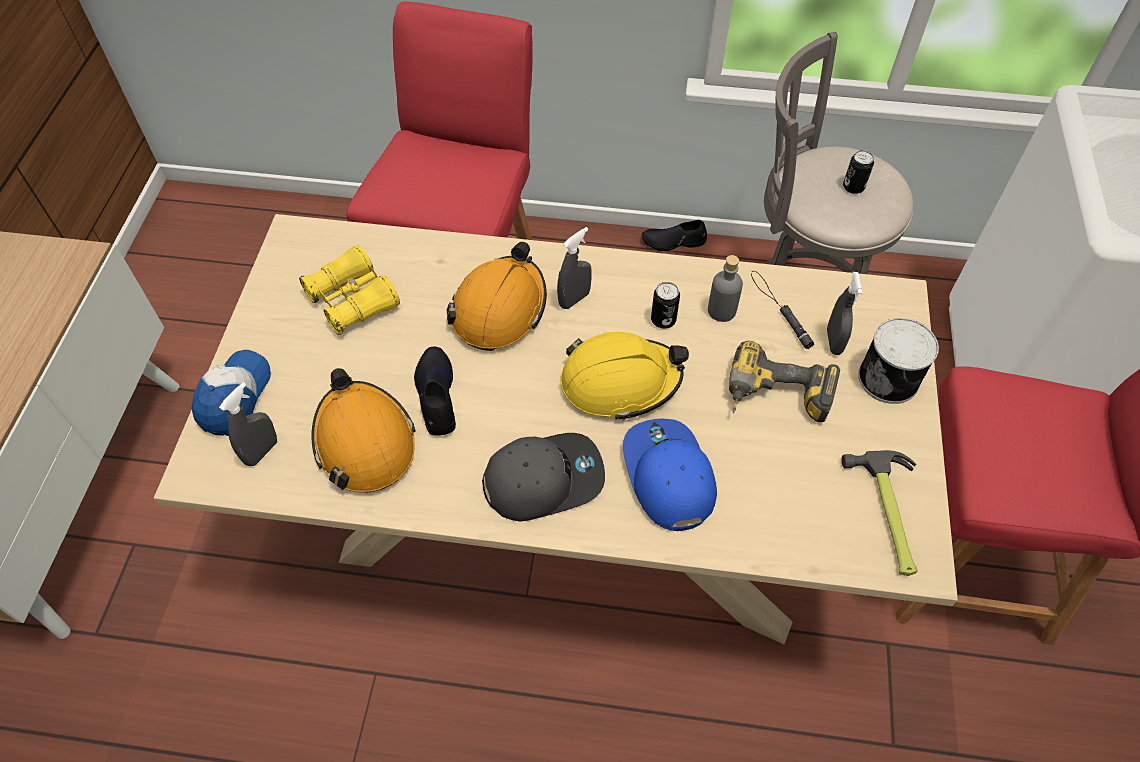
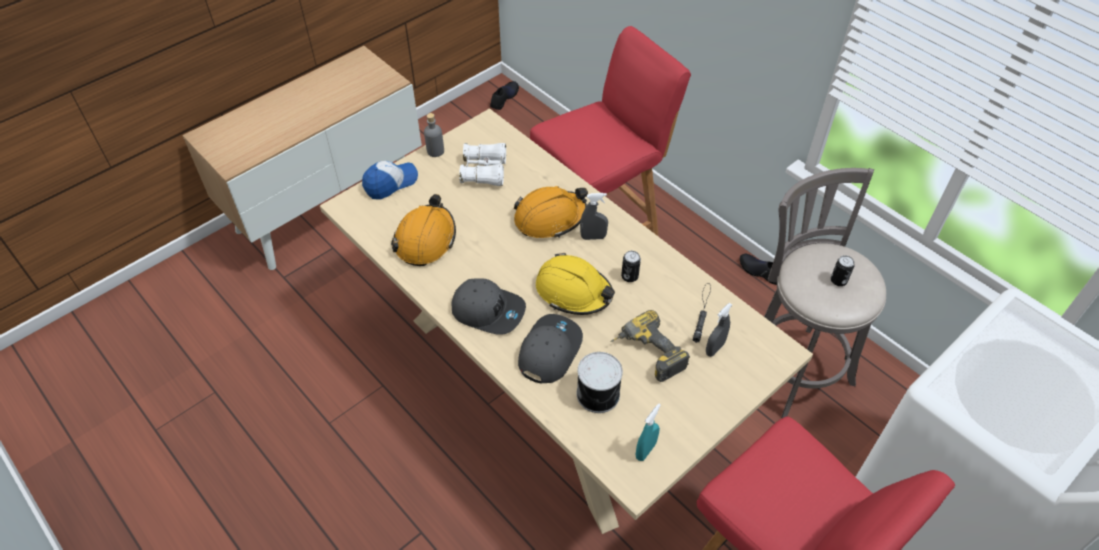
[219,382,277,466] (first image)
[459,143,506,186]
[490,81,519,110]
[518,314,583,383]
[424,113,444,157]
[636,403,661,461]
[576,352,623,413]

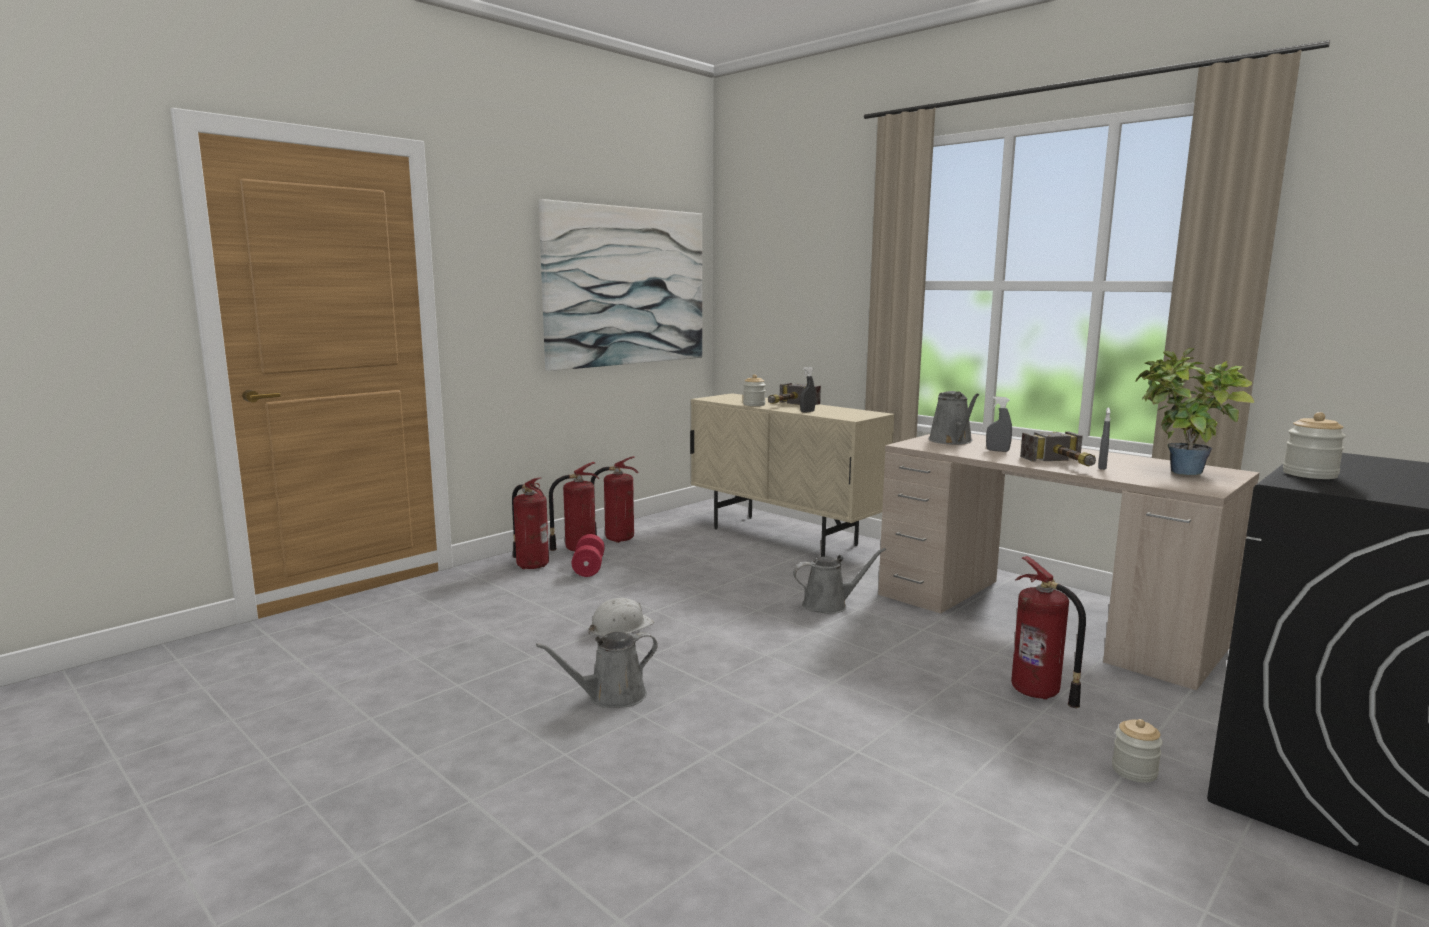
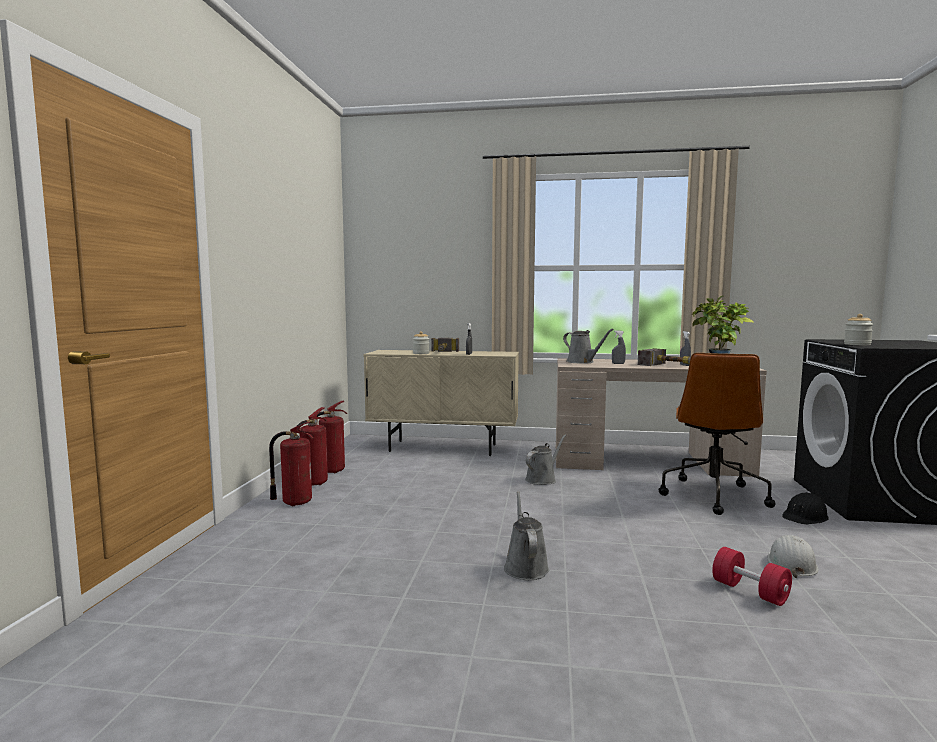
[504,491,549,580]
[538,199,702,371] (first image)
[712,547,792,606]
[767,535,819,578]
[658,353,776,515]
[782,492,829,525]

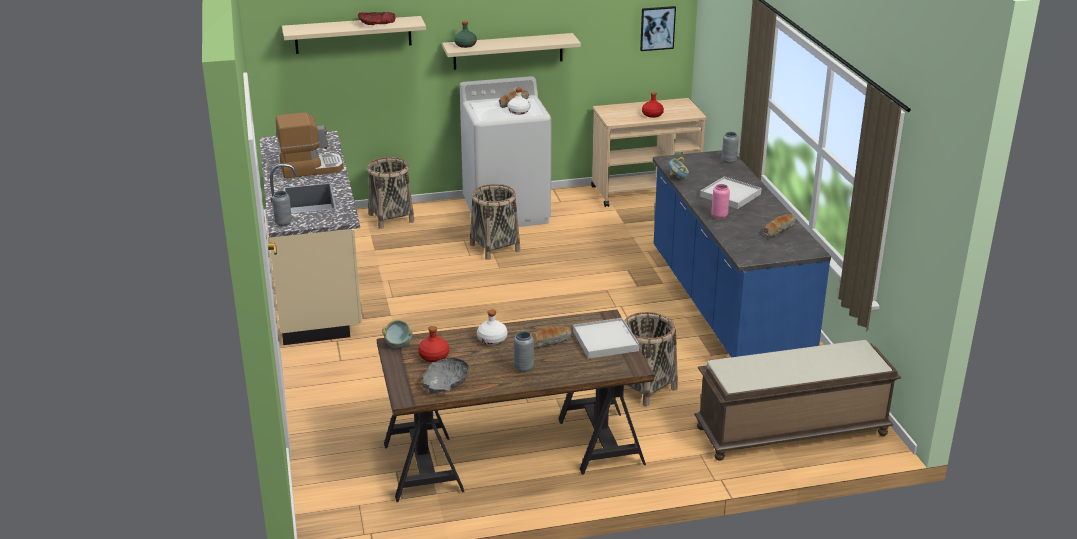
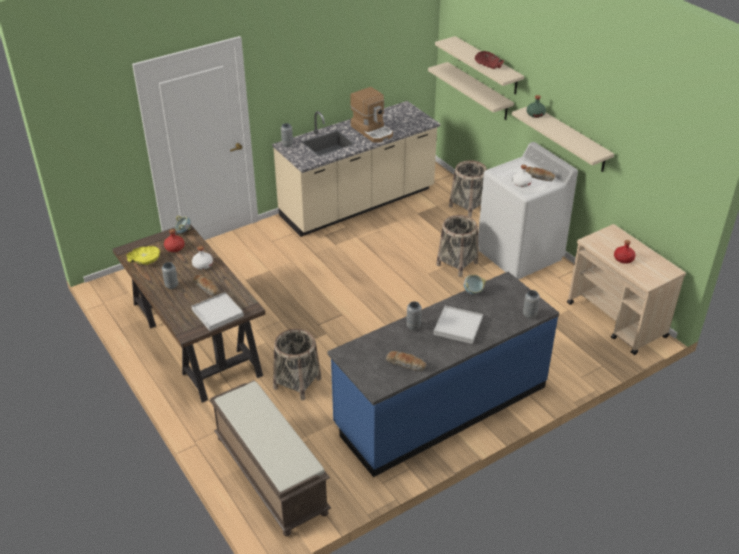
[127,246,160,265]
[640,6,676,51] (first image)
[406,301,422,330]
[428,62,514,120]

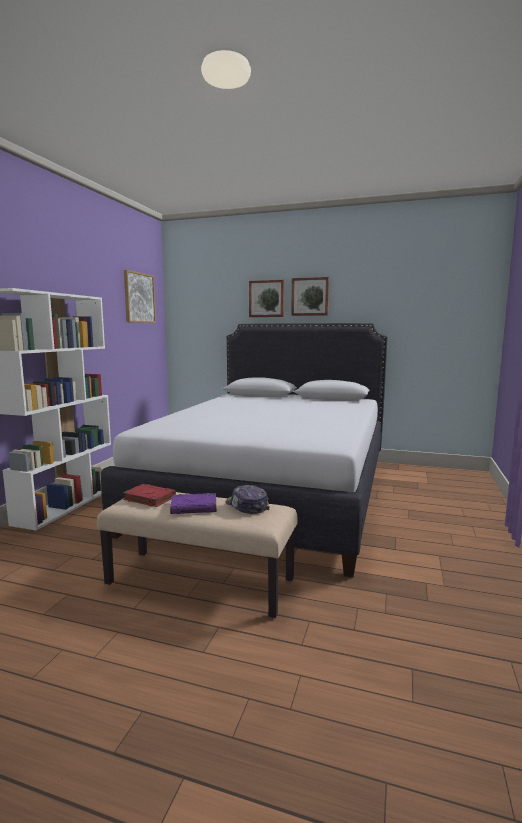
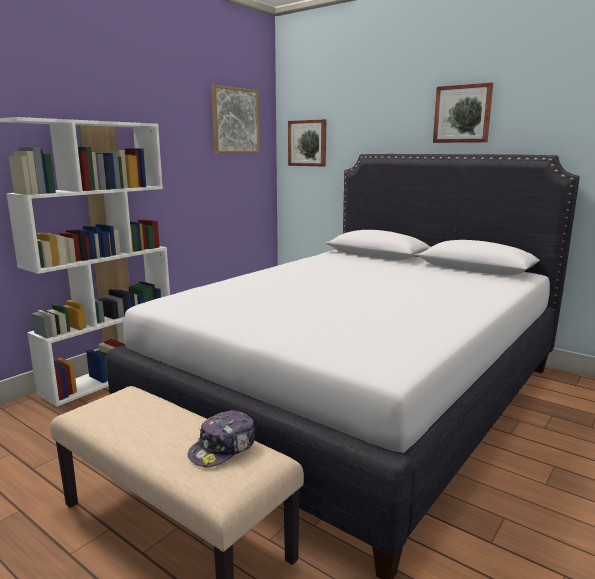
[123,484,176,507] (first image)
[170,493,216,514] (first image)
[188,410,255,467]
[288,119,326,166]

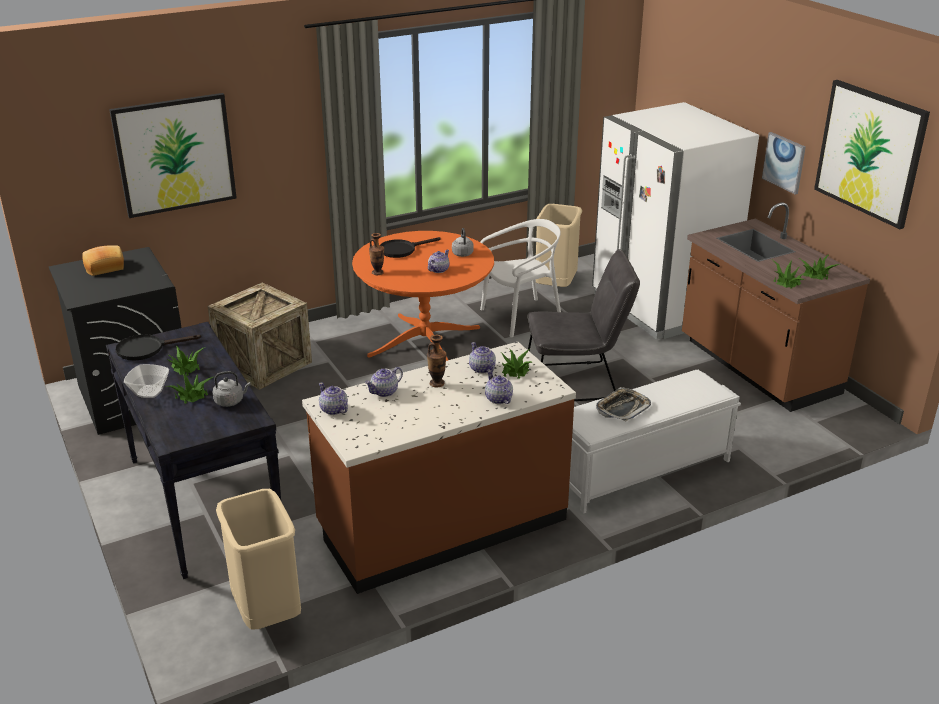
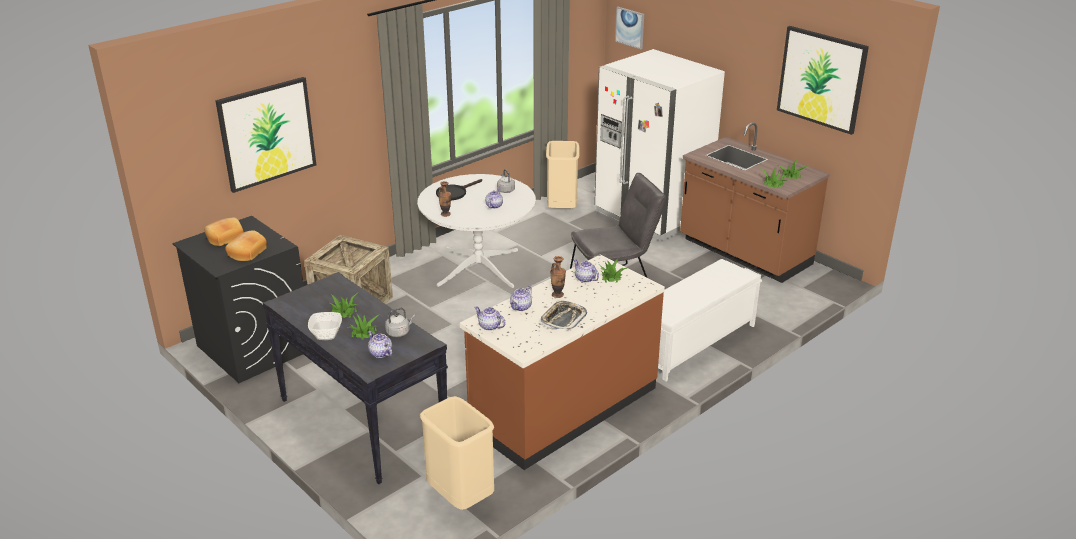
[115,334,201,361] (first image)
[417,174,536,288]
[480,219,561,338] (first image)
[368,331,392,358]
[541,301,587,331]
[615,7,644,49]
[225,230,267,261]

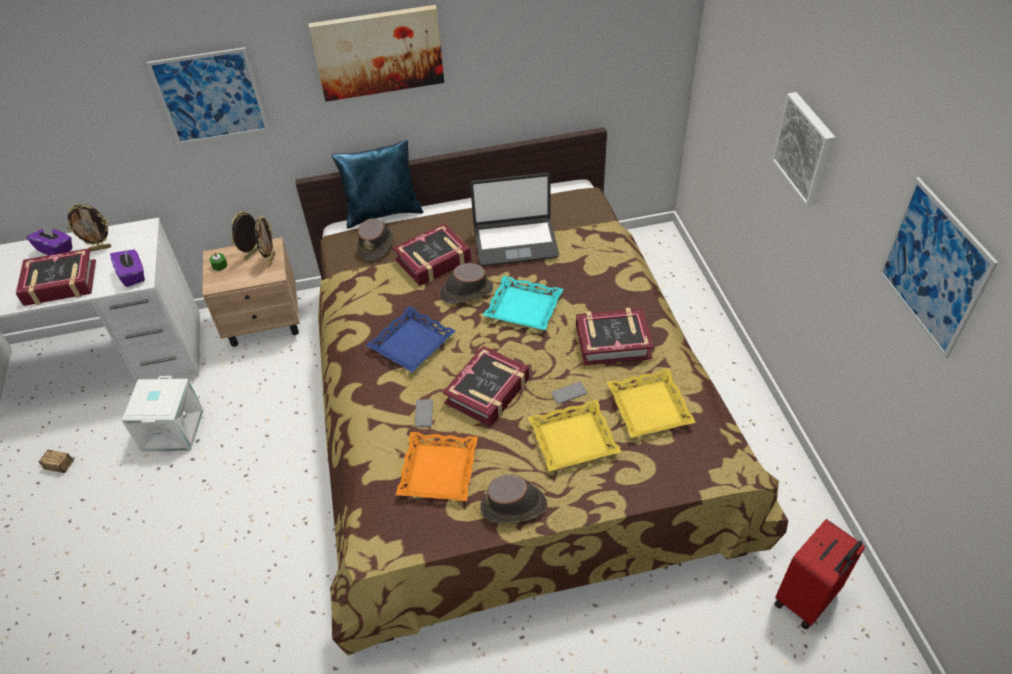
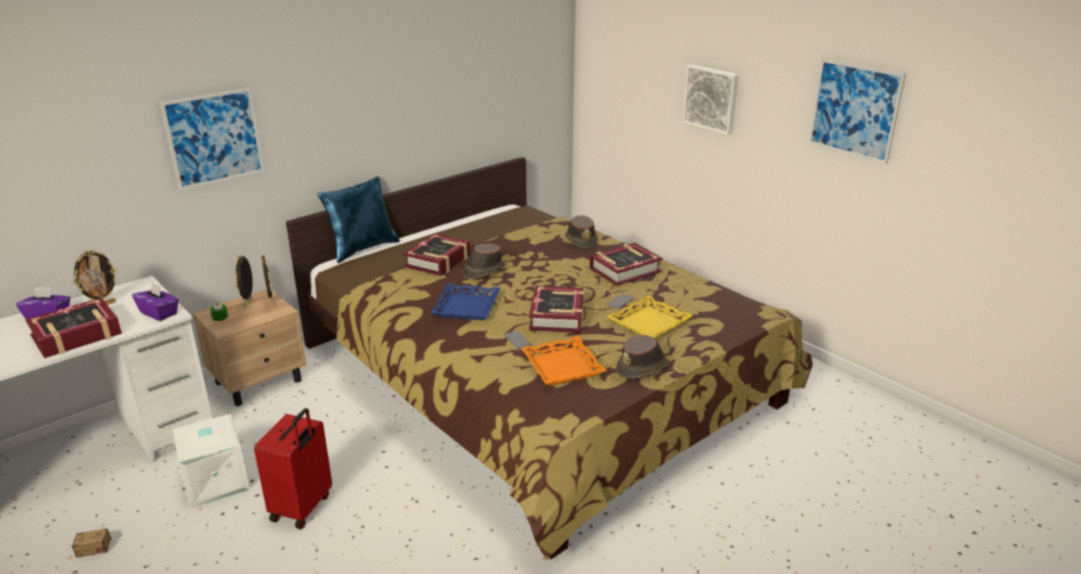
[308,5,444,102] (first image)
[565,215,598,249]
[470,173,559,266] (first image)
[483,276,563,330] (first image)
[607,368,696,438] (first image)
[254,408,332,529]

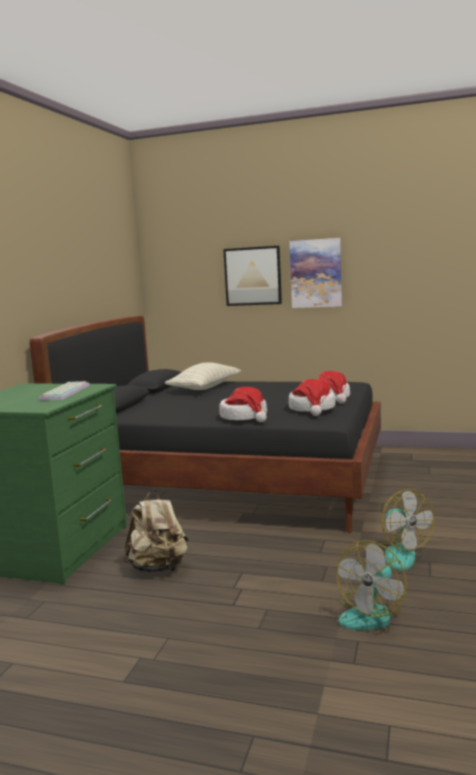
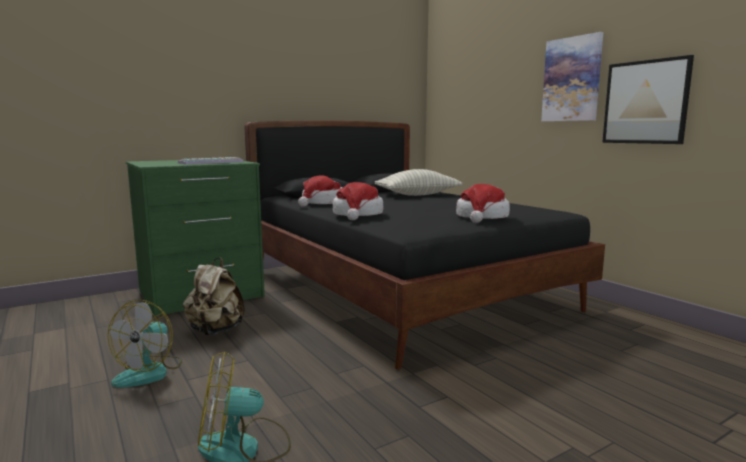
[602,55,694,144]
[298,175,343,207]
[108,300,182,388]

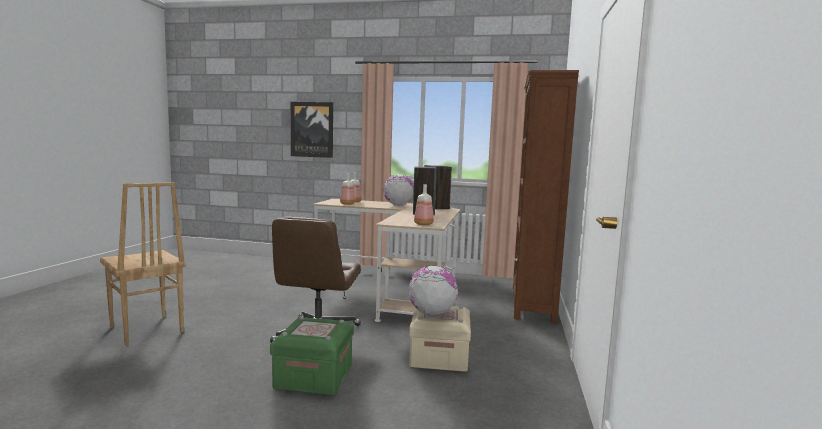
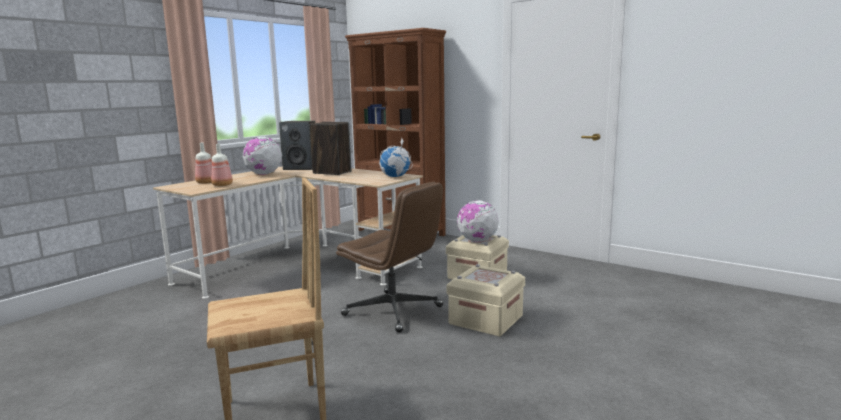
[446,264,525,337]
[291,102,333,158] (first image)
[379,137,412,177]

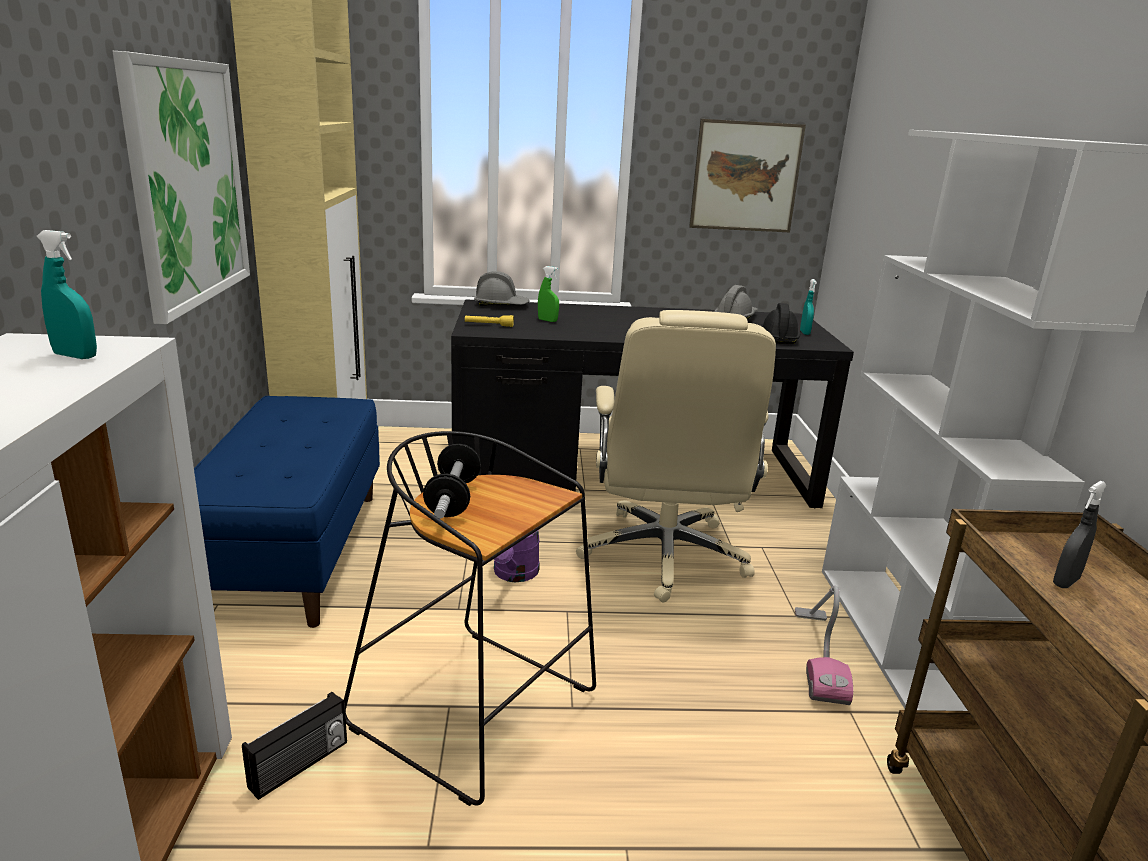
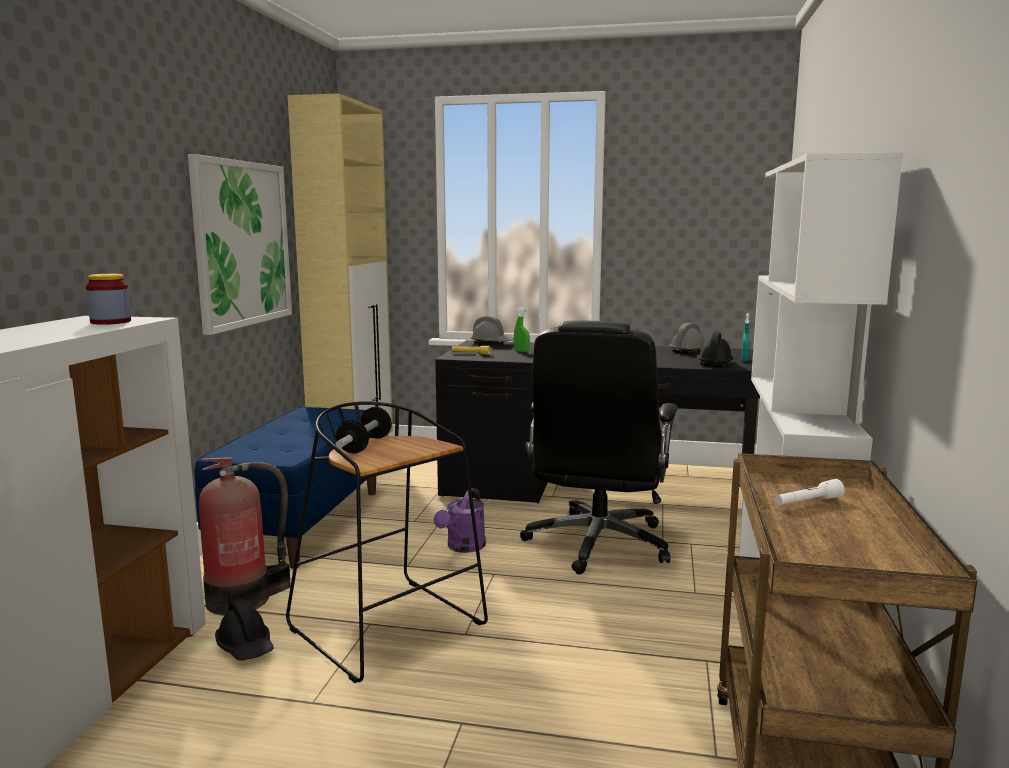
[86,274,131,325]
[215,599,274,661]
[520,321,678,574]
[689,119,806,232] (first image)
[795,586,853,705] (first image)
[775,479,845,505]
[199,457,291,616]

